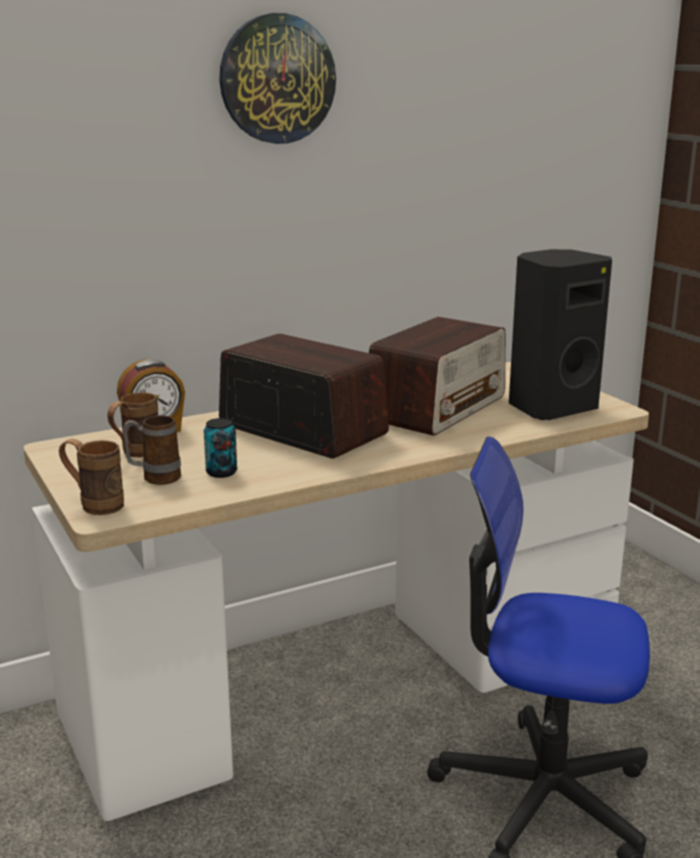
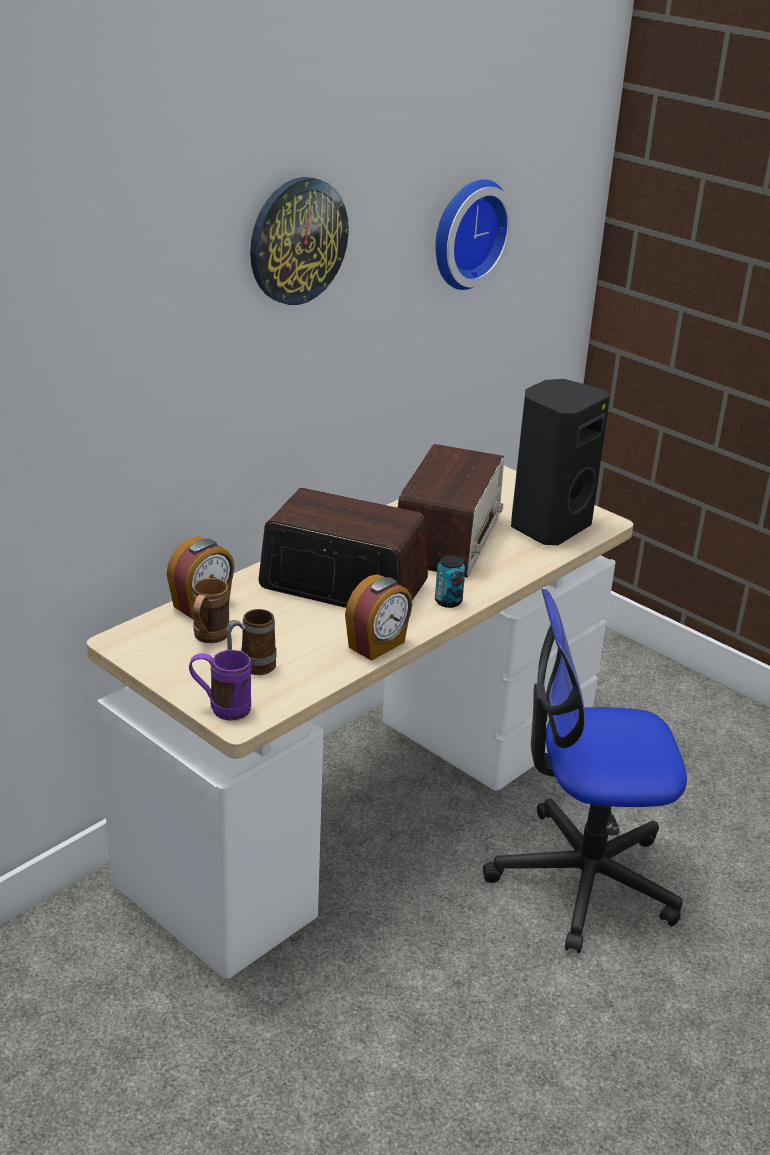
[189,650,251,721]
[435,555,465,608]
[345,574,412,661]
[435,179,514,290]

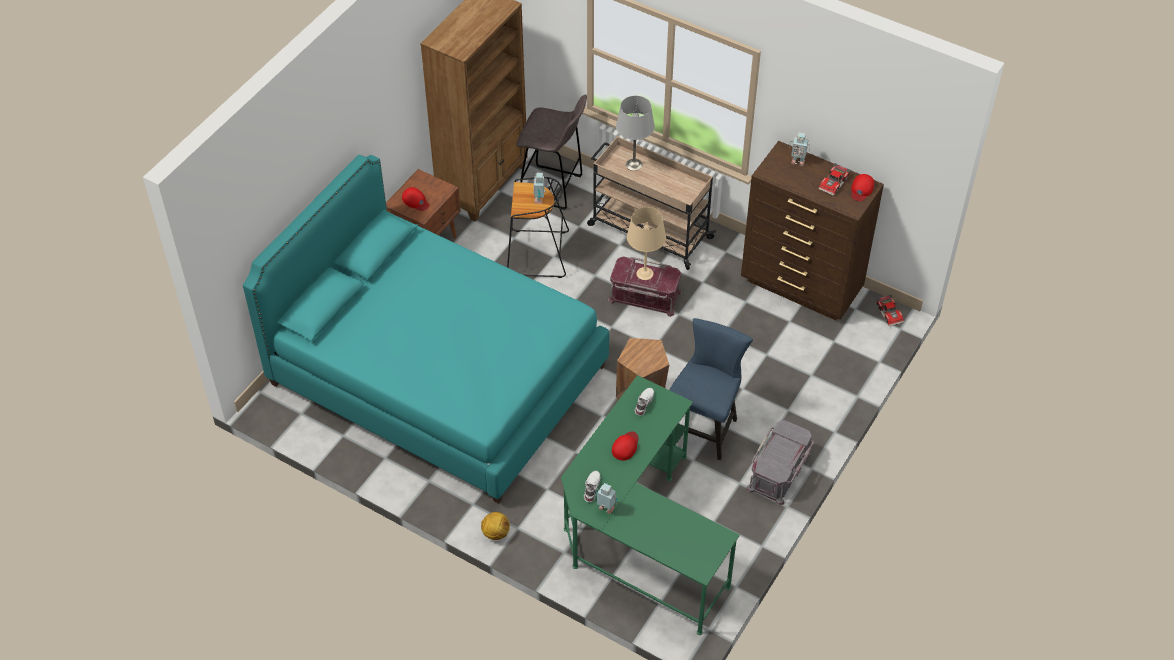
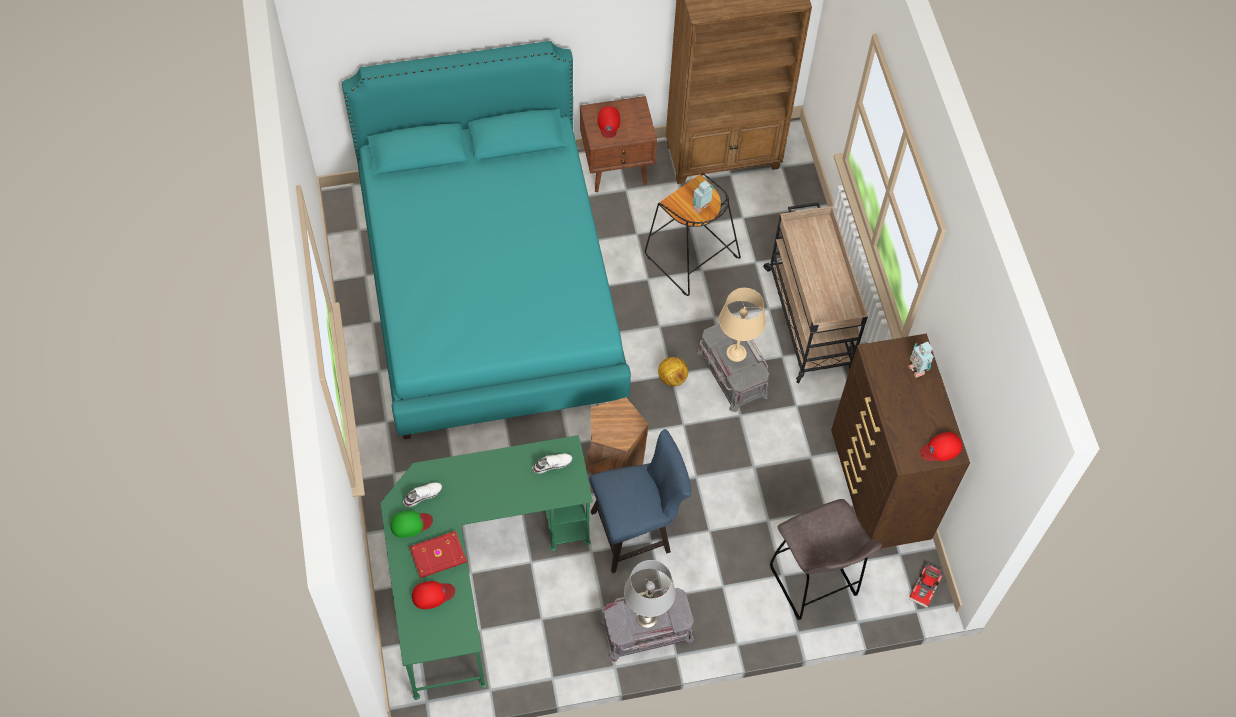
[658,357,688,387]
[770,499,882,621]
[390,511,433,538]
[696,324,770,412]
[412,581,455,609]
[624,560,675,628]
[818,163,850,196] (first image)
[410,531,467,578]

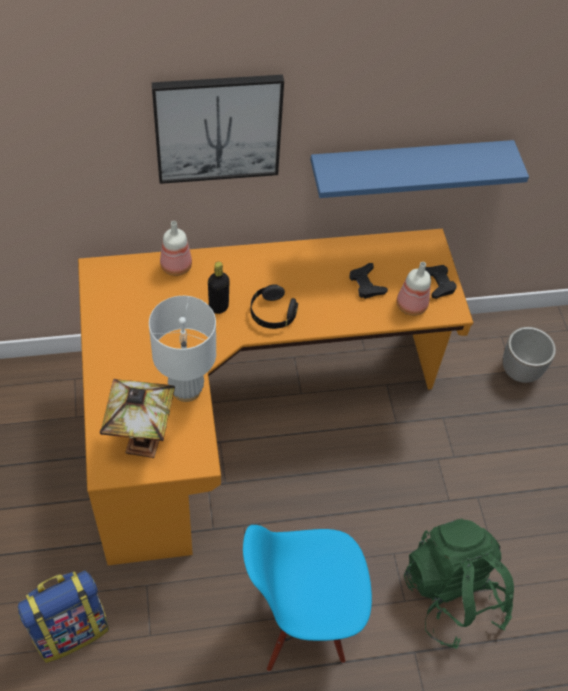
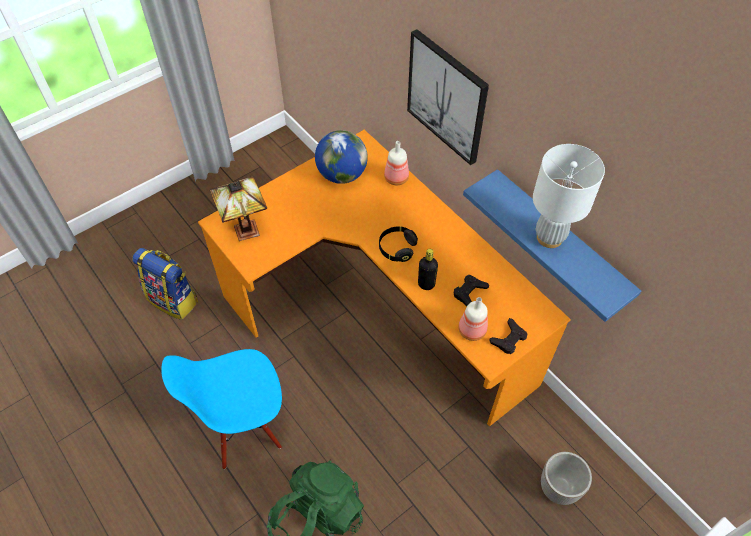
[533,144,605,248]
[418,249,438,290]
[161,349,282,469]
[315,130,368,184]

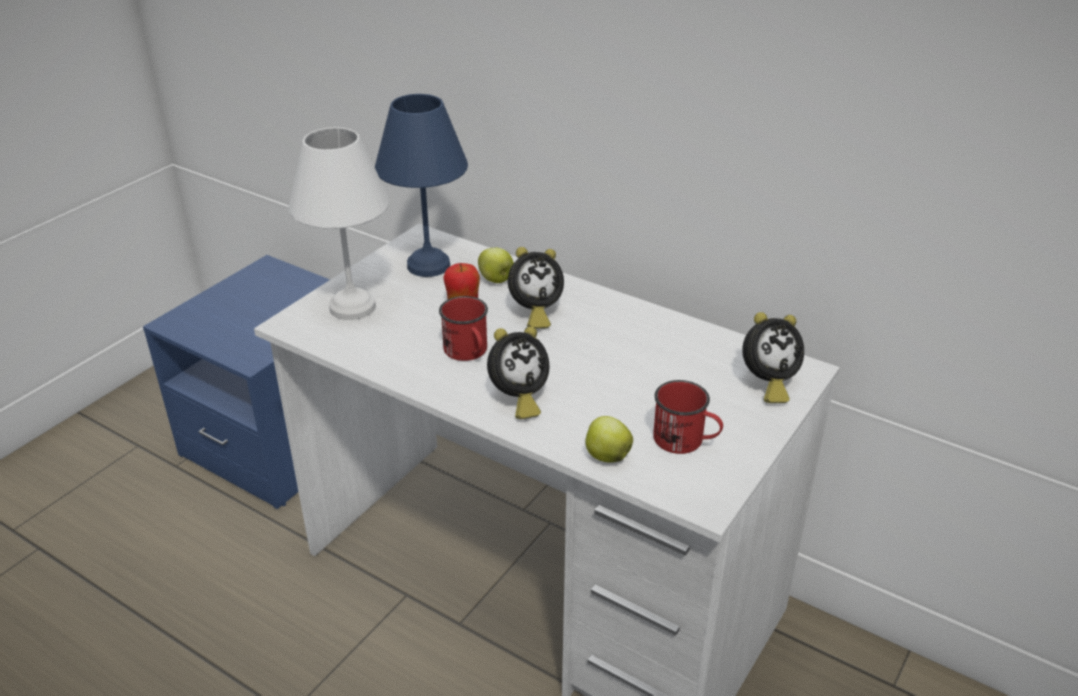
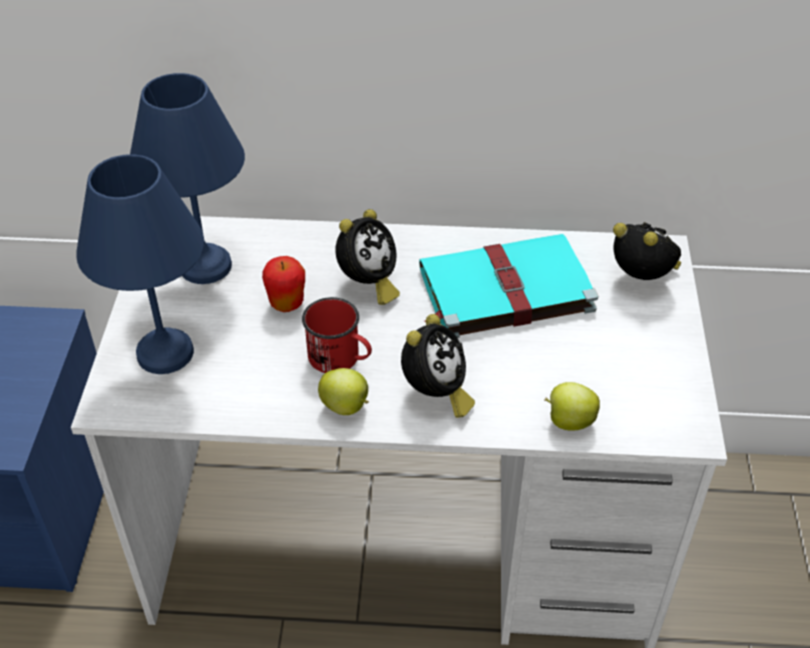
[76,154,204,374]
[318,368,369,415]
[653,380,723,454] (first image)
[613,222,681,280]
[419,234,599,338]

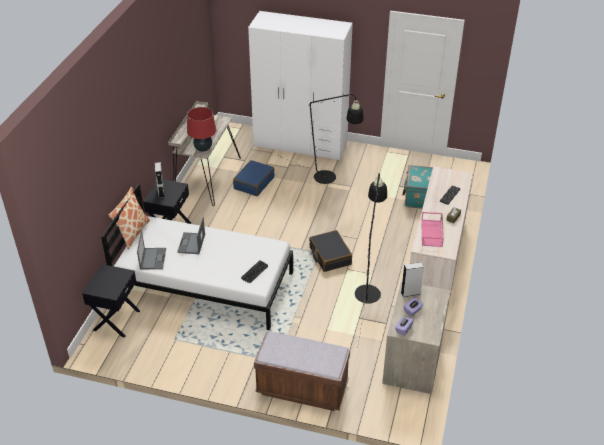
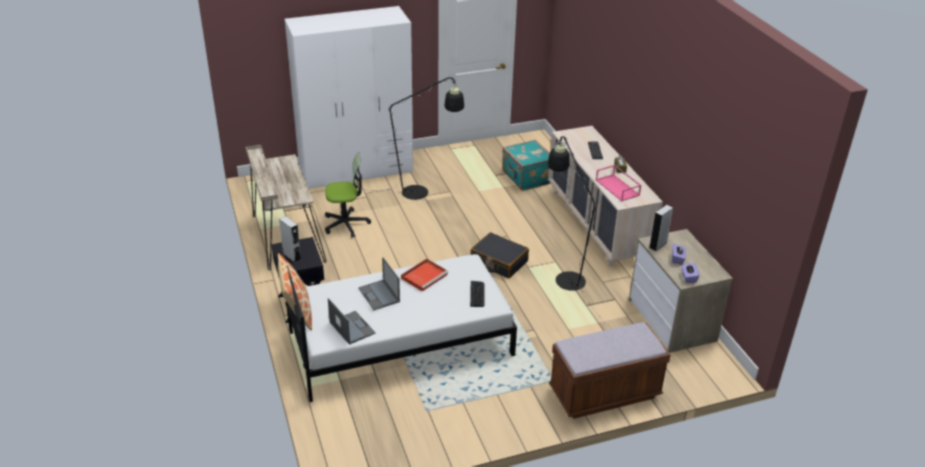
[82,264,140,337] (first image)
[187,107,216,151] (first image)
[325,152,371,238]
[401,258,448,292]

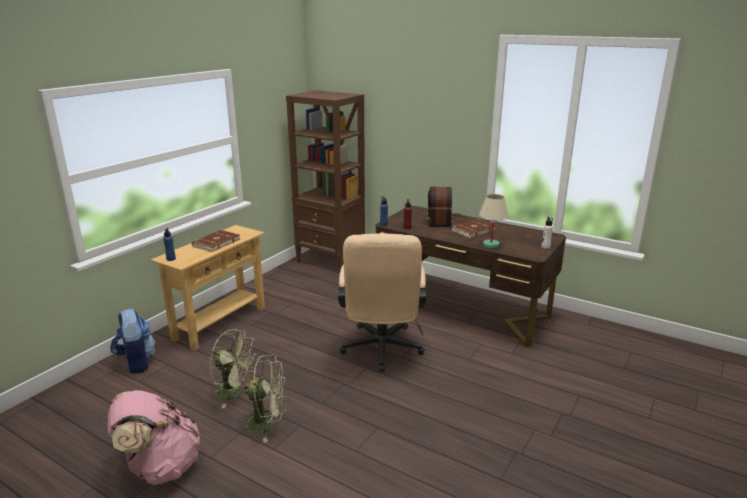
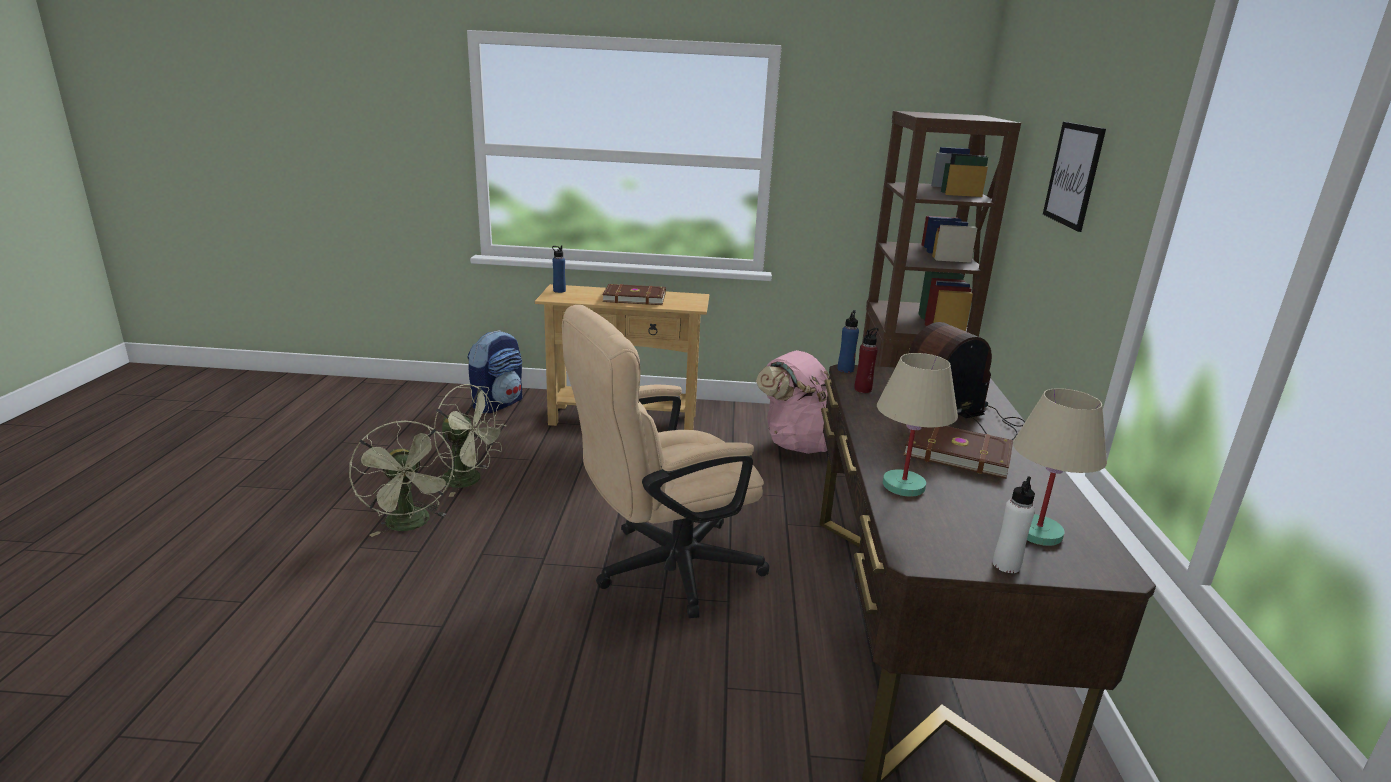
[756,350,830,454]
[434,384,507,497]
[1013,388,1107,546]
[1043,122,1106,232]

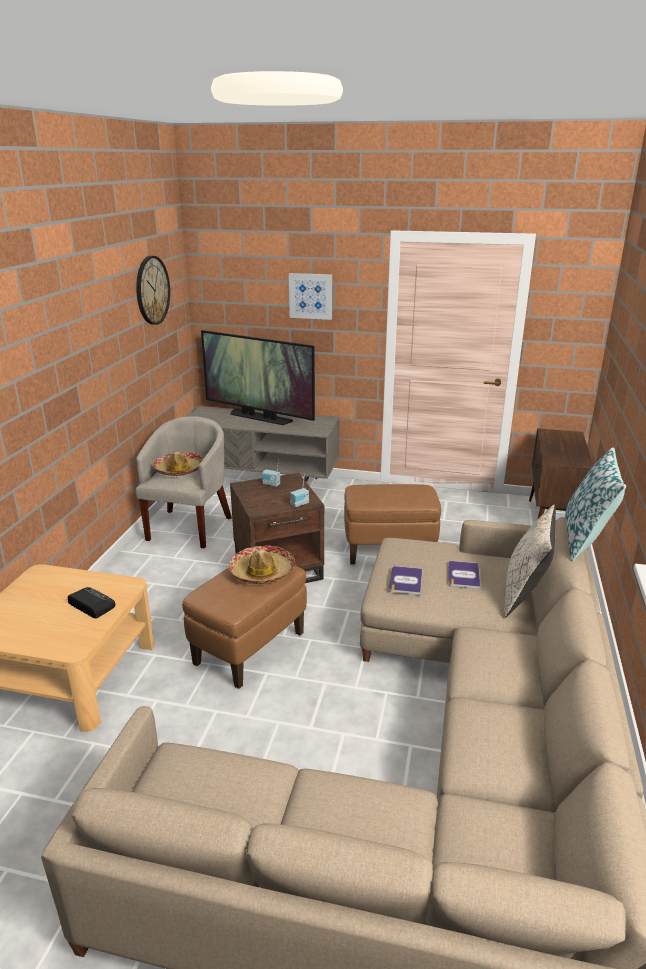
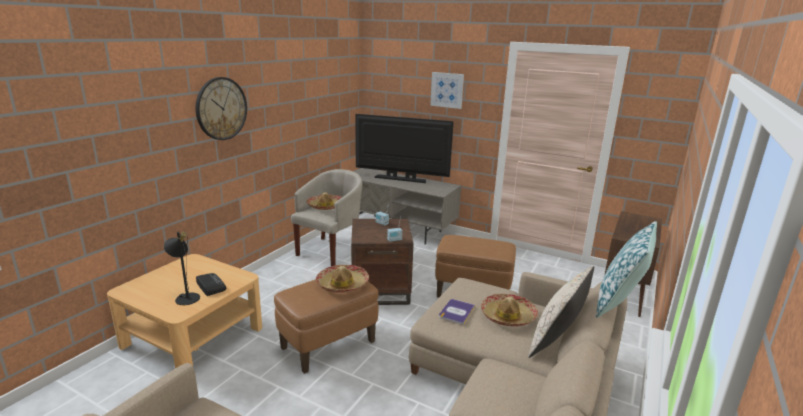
[196,77,247,140]
[355,114,454,183]
[481,294,538,326]
[164,232,200,305]

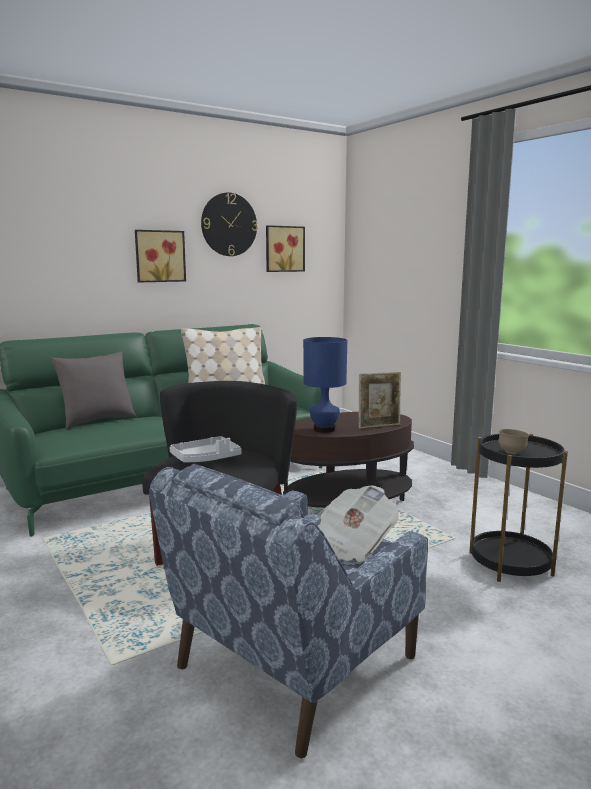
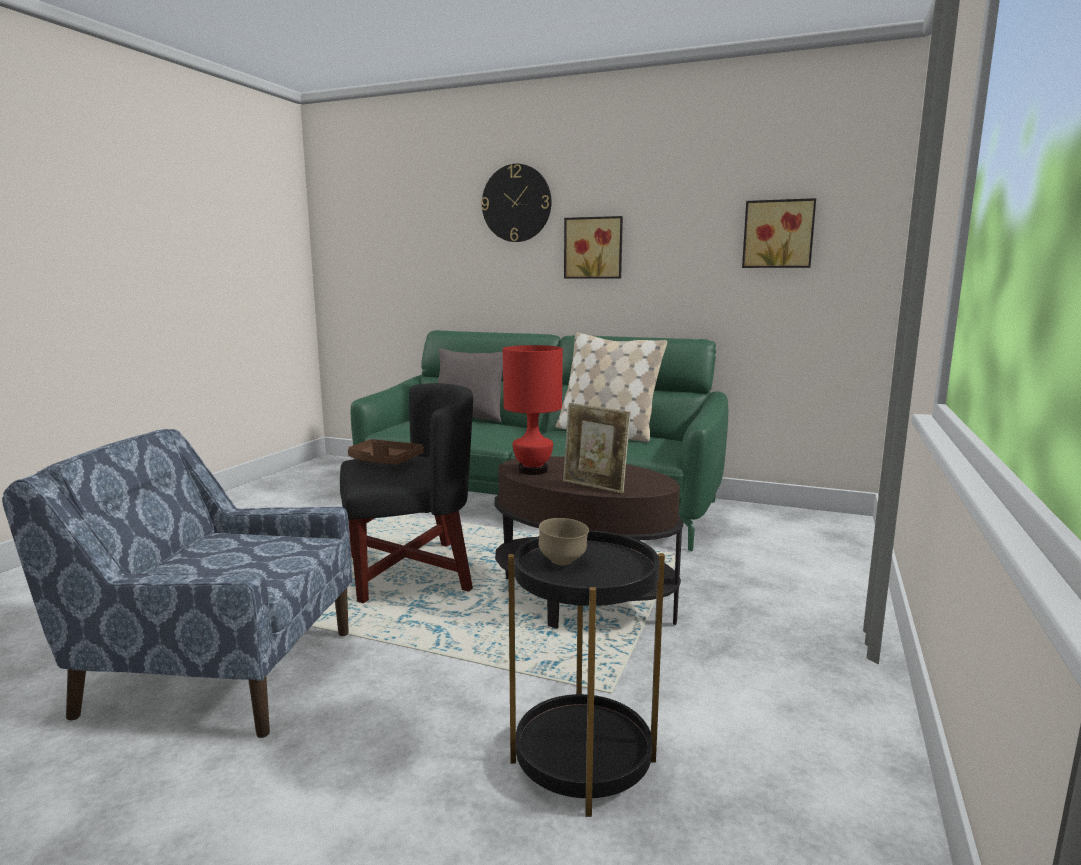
[348,439,424,465]
[481,164,551,242]
[503,345,563,475]
[318,485,399,562] (first image)

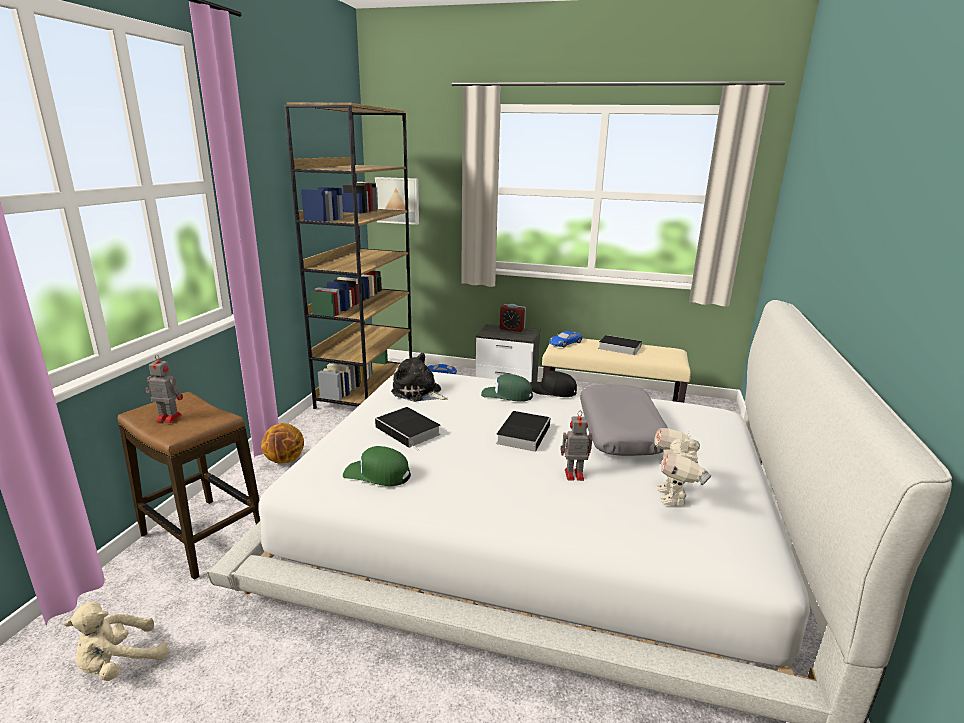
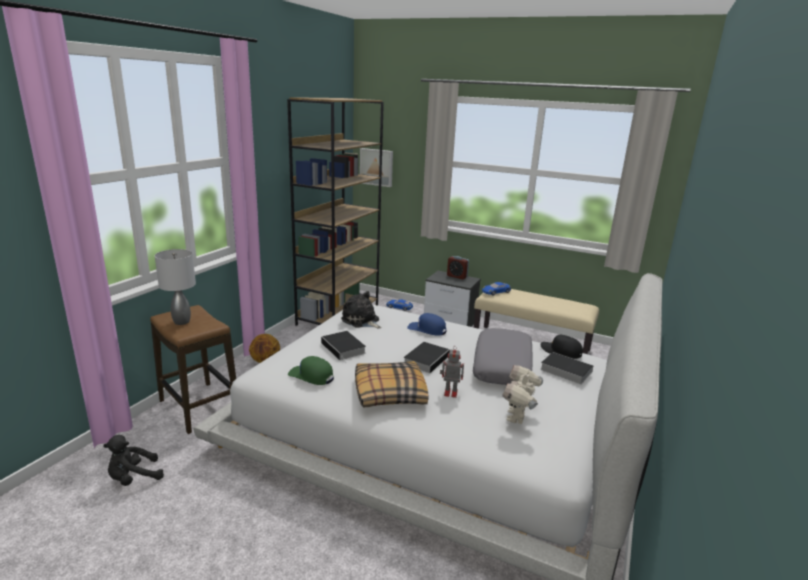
[103,435,164,486]
[155,249,196,325]
[407,313,447,336]
[541,335,583,359]
[540,352,593,384]
[355,361,429,408]

